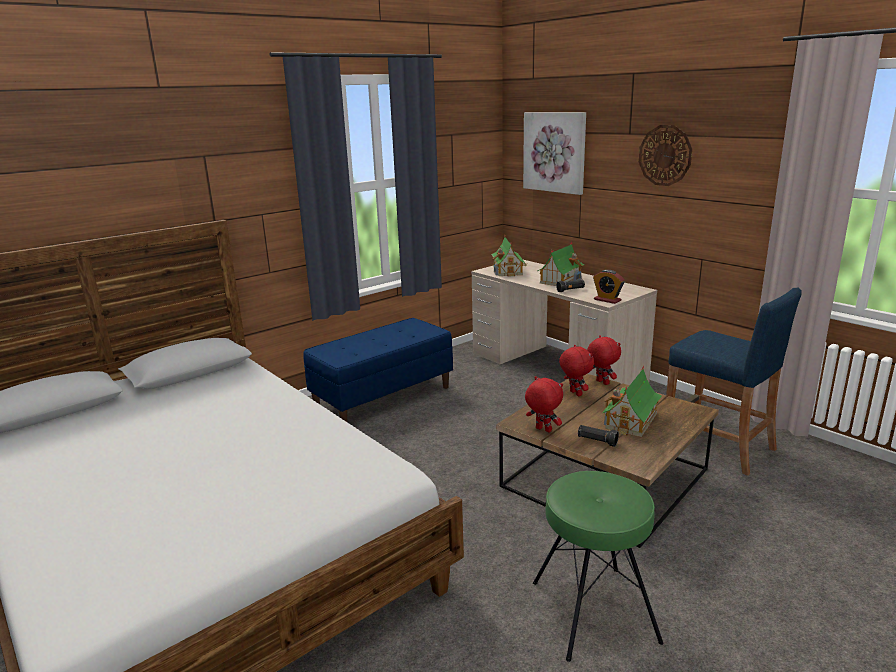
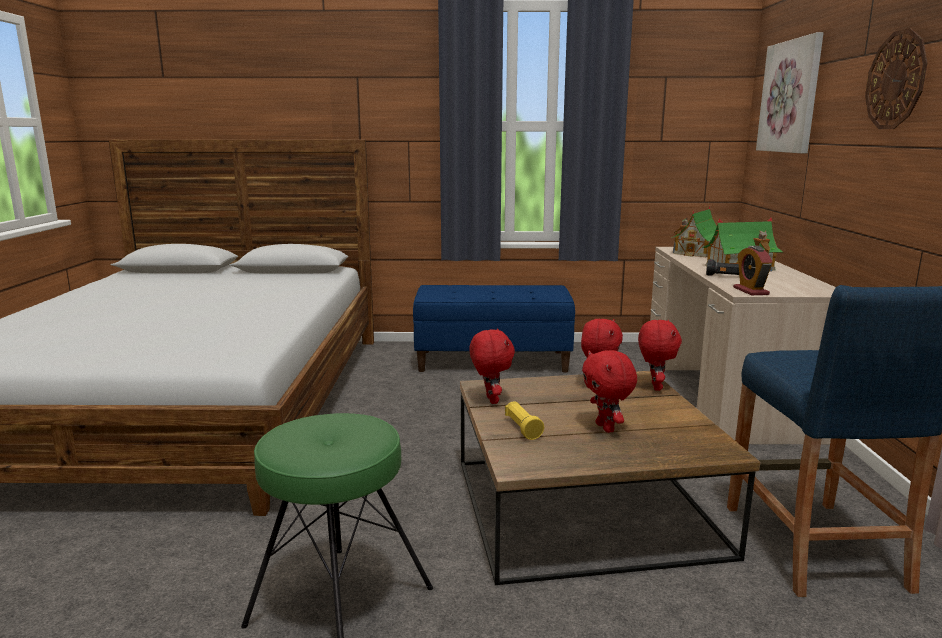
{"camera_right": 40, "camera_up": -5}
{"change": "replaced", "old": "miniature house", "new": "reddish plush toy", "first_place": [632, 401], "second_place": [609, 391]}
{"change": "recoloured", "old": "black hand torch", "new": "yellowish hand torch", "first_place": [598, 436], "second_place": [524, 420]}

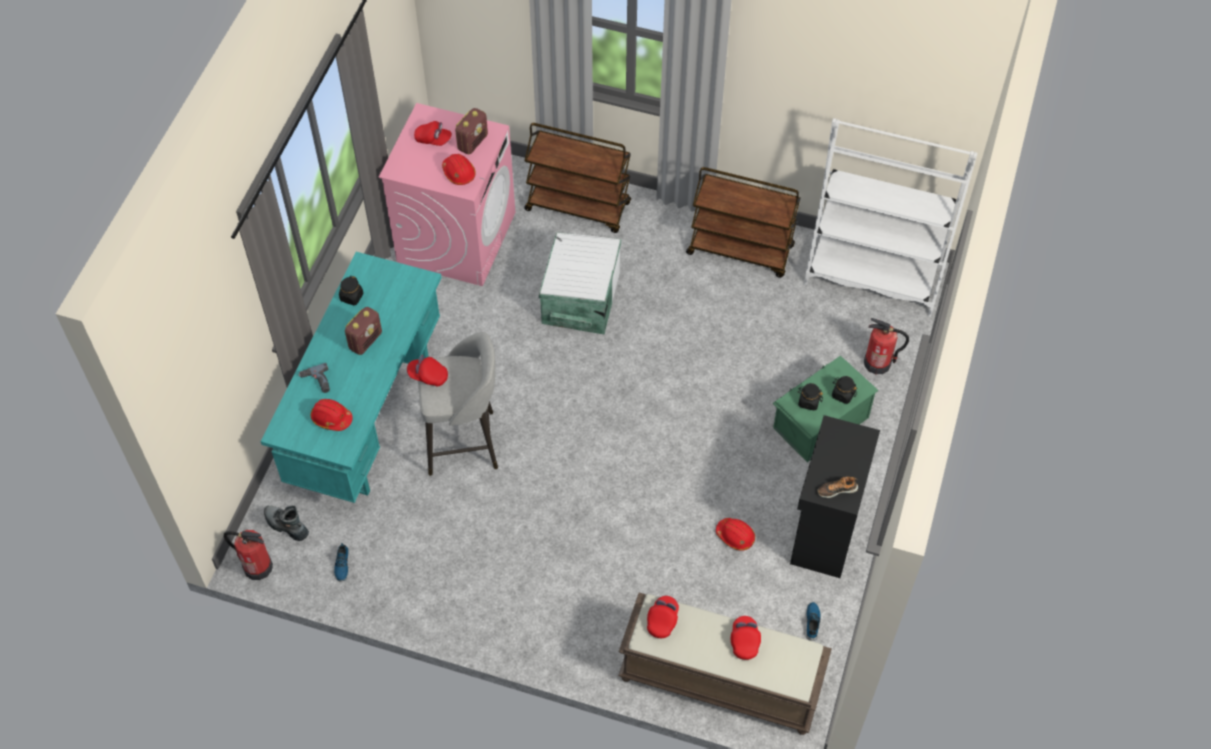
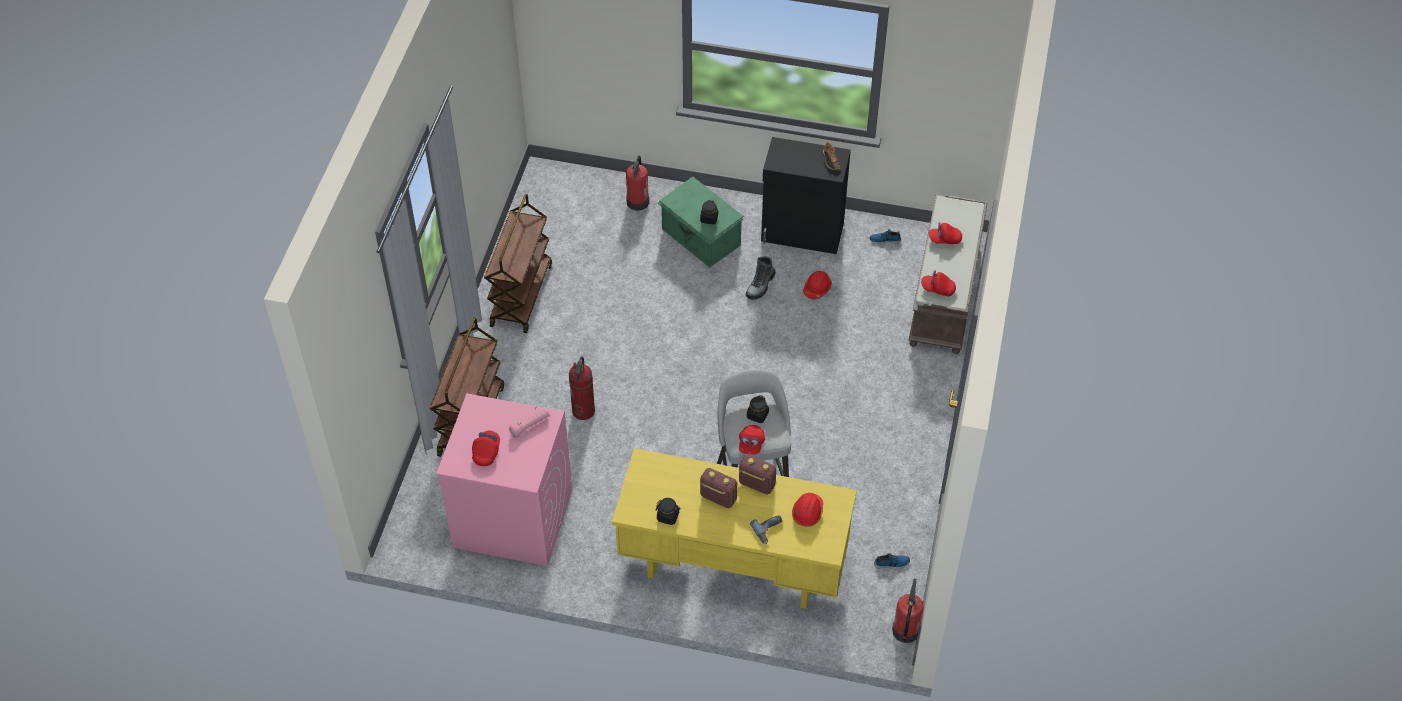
{"camera_right": -95, "camera_up": -5}
{"change": "removed", "old": "white-coloured bookshelf", "first_place": [891, 217]}
{"change": "moved", "old": "high-top boot", "first_place": [286, 523], "second_place": [760, 278]}
{"change": "moved", "old": "radio set", "first_place": [471, 131], "second_place": [757, 475]}
{"change": "moved", "old": "black preserve jar", "first_place": [844, 390], "second_place": [758, 409]}
{"change": "replaced", "old": "reddish work helmet", "new": "pink hand torch", "first_place": [458, 169], "second_place": [529, 423]}
{"change": "replaced", "old": "white-coloured storage box", "new": "extinguisher", "first_place": [580, 283], "second_place": [582, 388]}
{"change": "recoloured", "old": "turquoise desk unit", "new": "yellowish desk unit", "first_place": [351, 377], "second_place": [734, 528]}

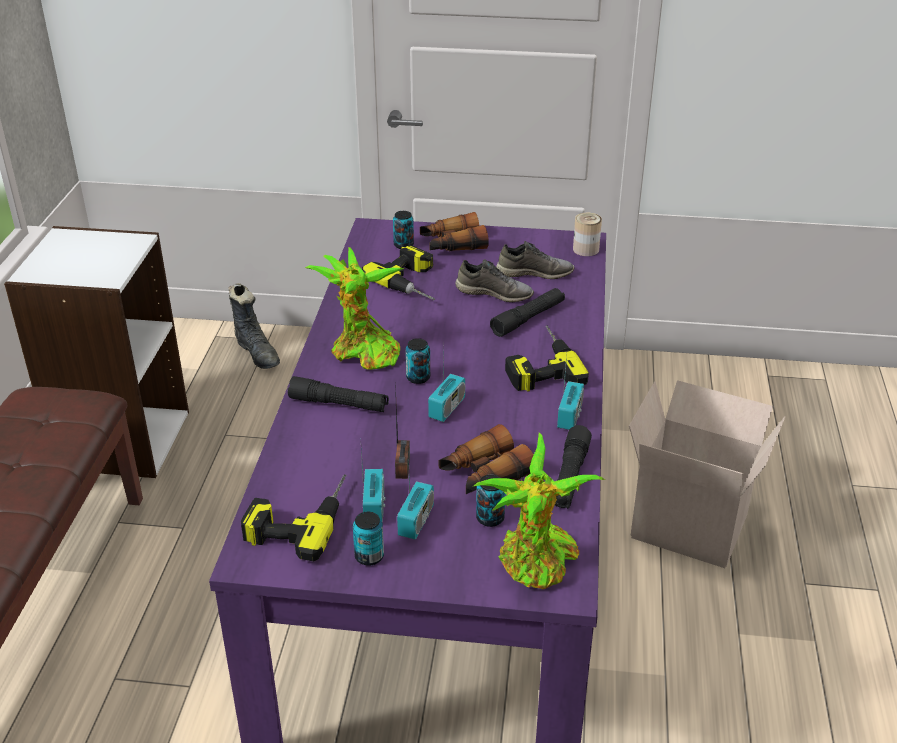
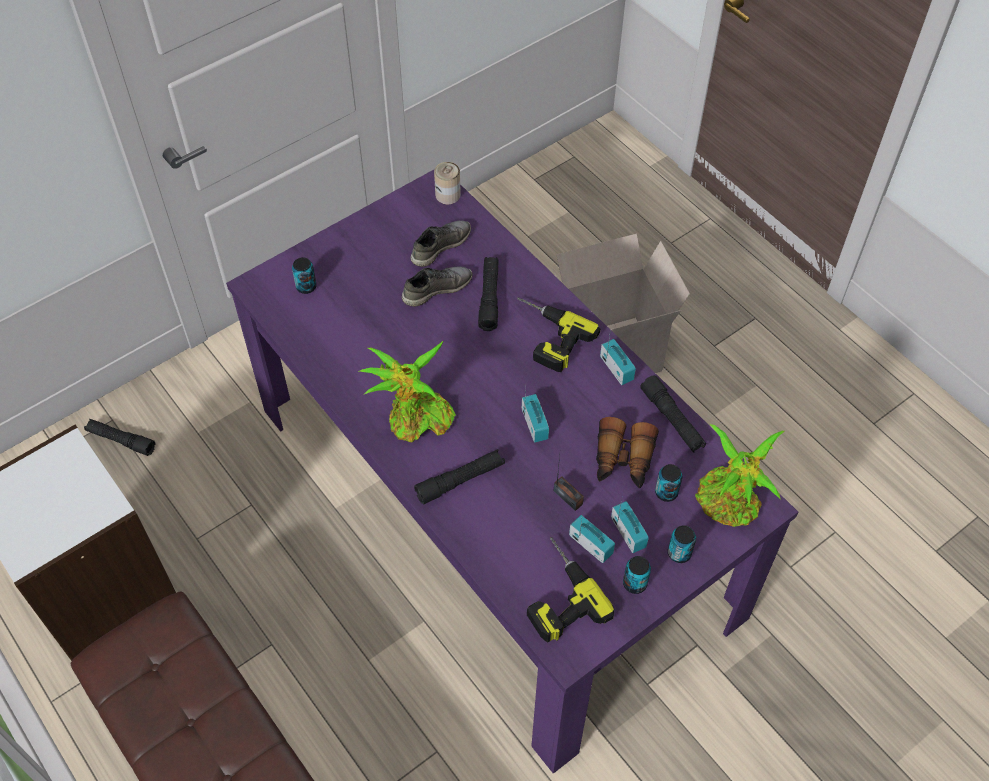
{"camera_right": -45, "camera_up": 20}
{"change": "removed", "old": "power drill", "first_place": [398, 272]}
{"change": "removed", "old": "binoculars", "first_place": [454, 231]}
{"change": "moved", "old": "can", "first_place": [417, 361], "second_place": [682, 544]}
{"change": "replaced", "old": "black high-top boot", "new": "black hand torch", "first_place": [254, 326], "second_place": [119, 437]}

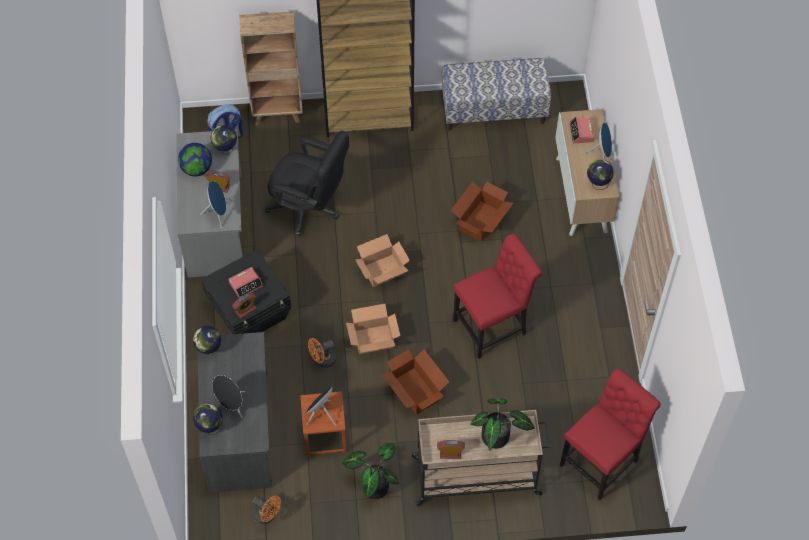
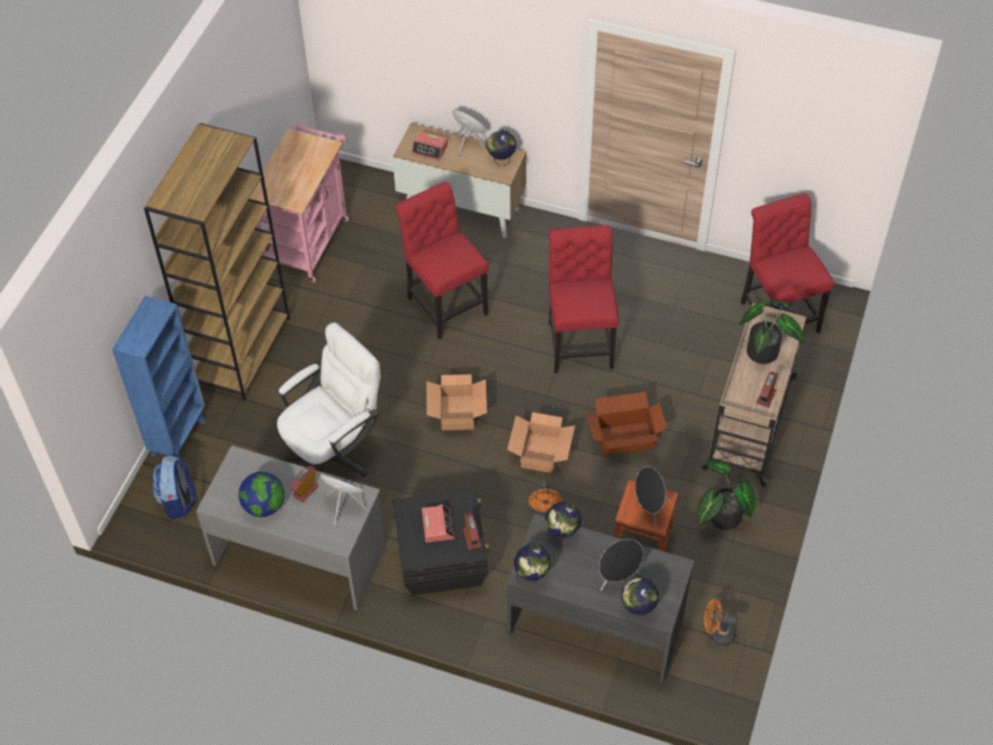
{"camera_right": -65, "camera_up": -5}
{"change": "moved", "old": "desk globe", "first_place": [224, 140], "second_place": [563, 521]}
{"change": "replaced", "old": "long seat", "new": "pink trolley", "first_place": [496, 94], "second_place": [299, 202]}
{"change": "replaced", "old": "packing box", "new": "reddish plain chair", "first_place": [482, 211], "second_place": [442, 260]}
{"change": "recoloured", "old": "brownish bookshelf", "new": "bluish bookshelf", "first_place": [271, 68], "second_place": [159, 377]}
{"change": "recoloured", "old": "black computer chair", "new": "white-coloured computer chair", "first_place": [307, 183], "second_place": [328, 400]}
{"change": "turned", "old": "orange cooling fan", "first_place": [267, 510], "second_place": [721, 622], "degrees": -135}

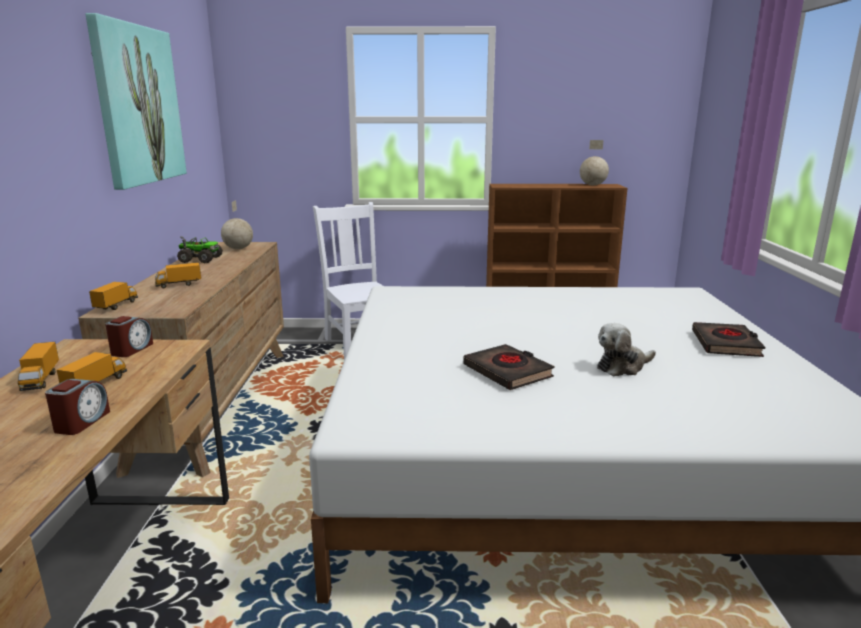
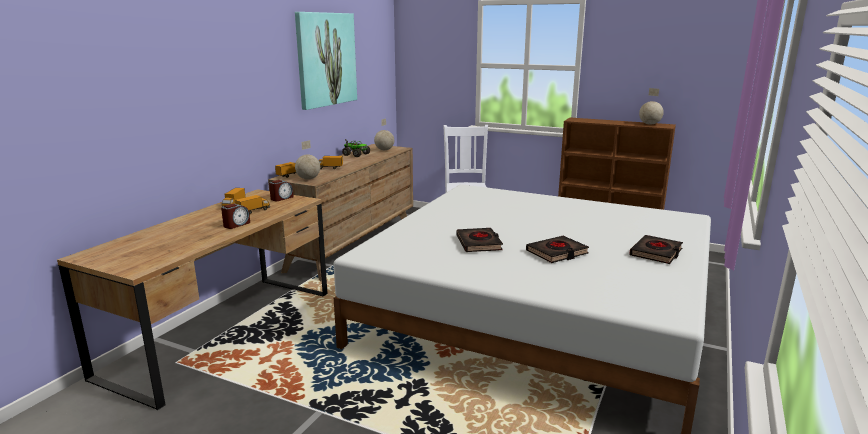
{"camera_right": 25, "camera_up": 0}
{"change": "added", "new": "desk globe", "second_place": [307, 160]}
{"change": "replaced", "old": "plush toy", "new": "black volume", "first_place": [626, 349], "second_place": [557, 249]}

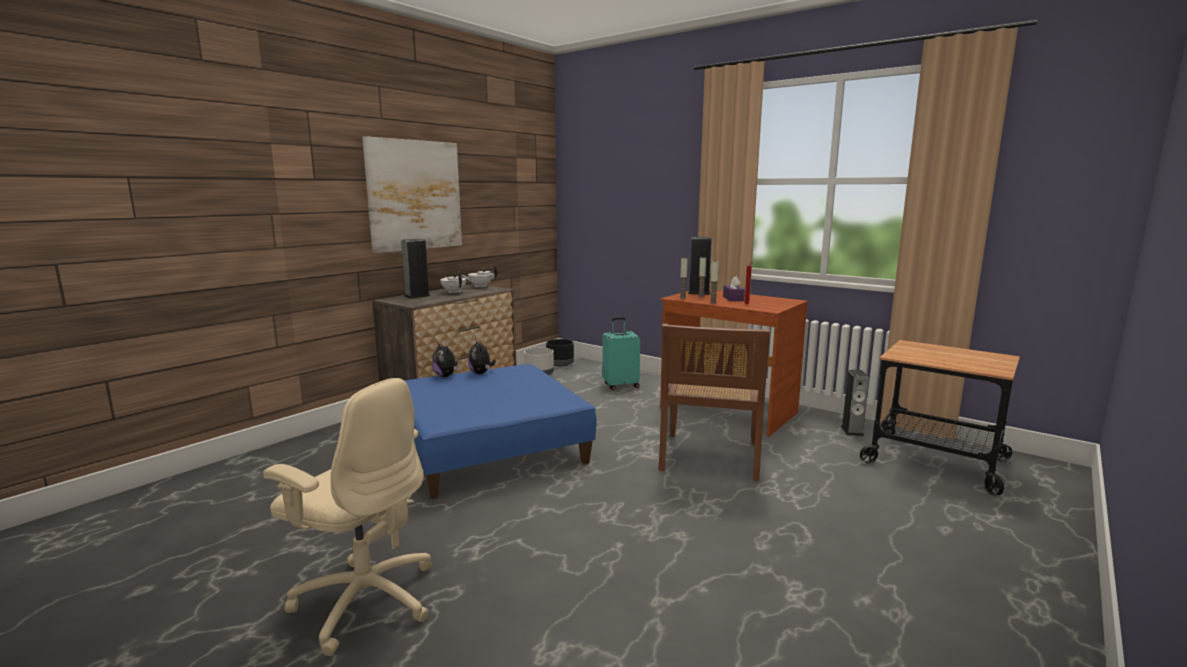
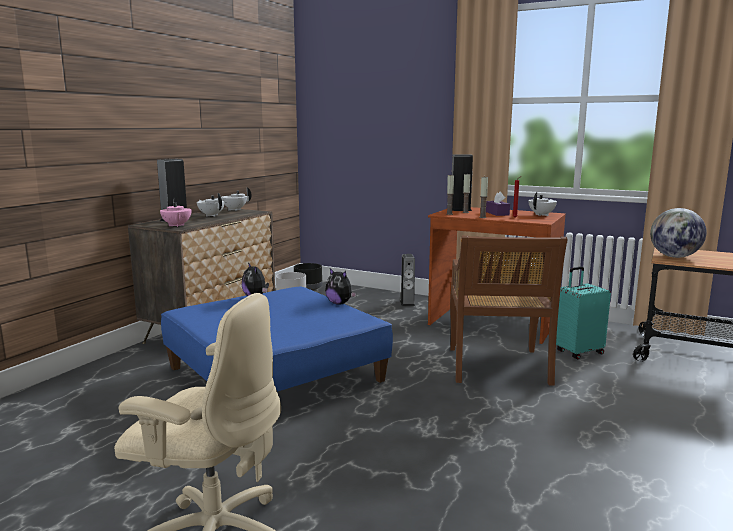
{"camera_right": -10, "camera_up": 0}
{"change": "removed", "old": "wall picture", "first_place": [412, 194]}
{"change": "added", "new": "pink teapot", "second_place": [176, 212]}
{"change": "added", "new": "white-coloured teapot", "second_place": [542, 204]}
{"change": "added", "new": "desk globe", "second_place": [678, 233]}
{"change": "moved", "old": "plush toy", "first_place": [445, 359], "second_place": [341, 286]}
{"change": "moved", "old": "turquoise piece of luggage", "first_place": [621, 353], "second_place": [583, 313]}
{"change": "moved", "old": "loudspeaker", "first_place": [855, 402], "second_place": [407, 280]}

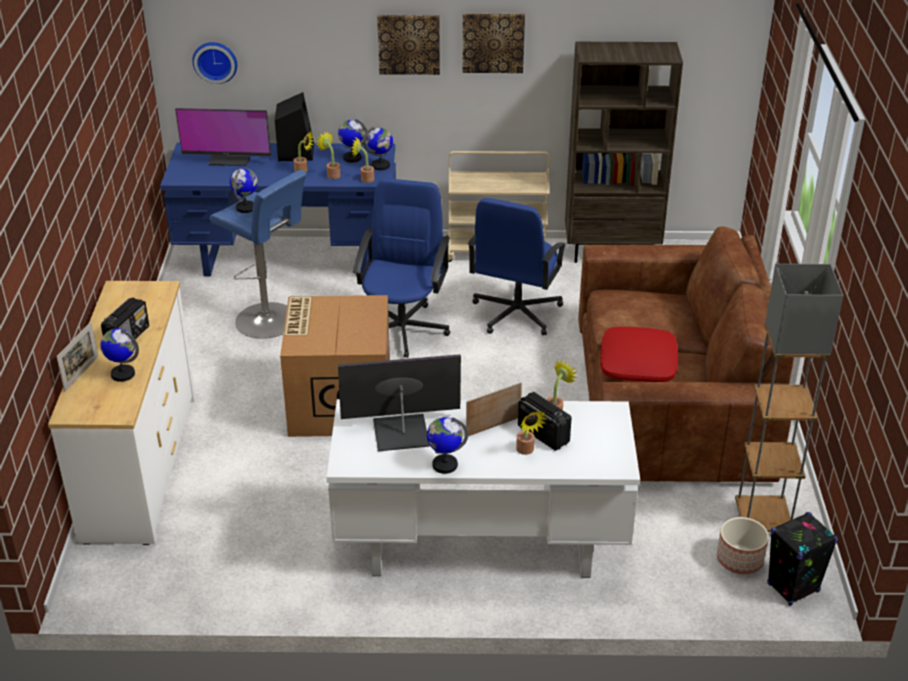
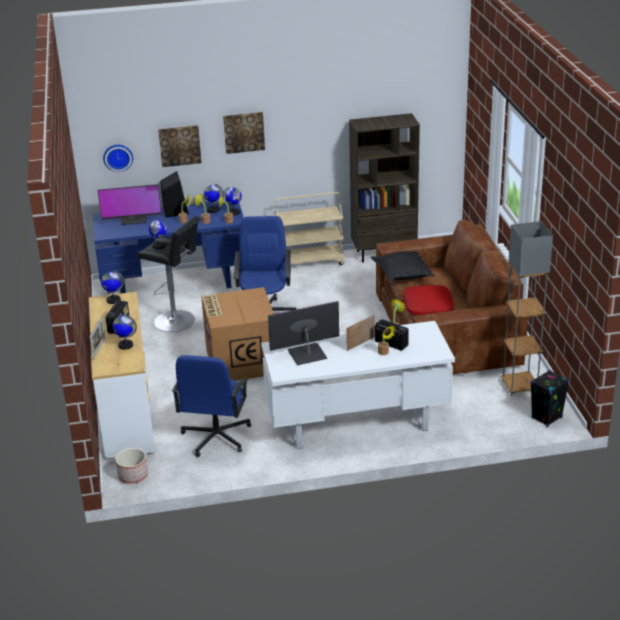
{"camera_right": -10, "camera_up": -5}
{"change": "added", "new": "black throw pillow", "second_place": [403, 266]}
{"change": "moved", "old": "desk globe", "first_place": [447, 445], "second_place": [112, 287]}
{"change": "moved", "old": "wall picture", "first_place": [494, 43], "second_place": [180, 146]}
{"change": "moved", "old": "bluish computer chair", "first_place": [517, 266], "second_place": [211, 406]}
{"change": "moved", "old": "planter", "first_place": [743, 545], "second_place": [131, 466]}
{"change": "recoloured", "old": "bluish stool seat", "new": "black stool seat", "first_place": [258, 254], "second_place": [168, 274]}

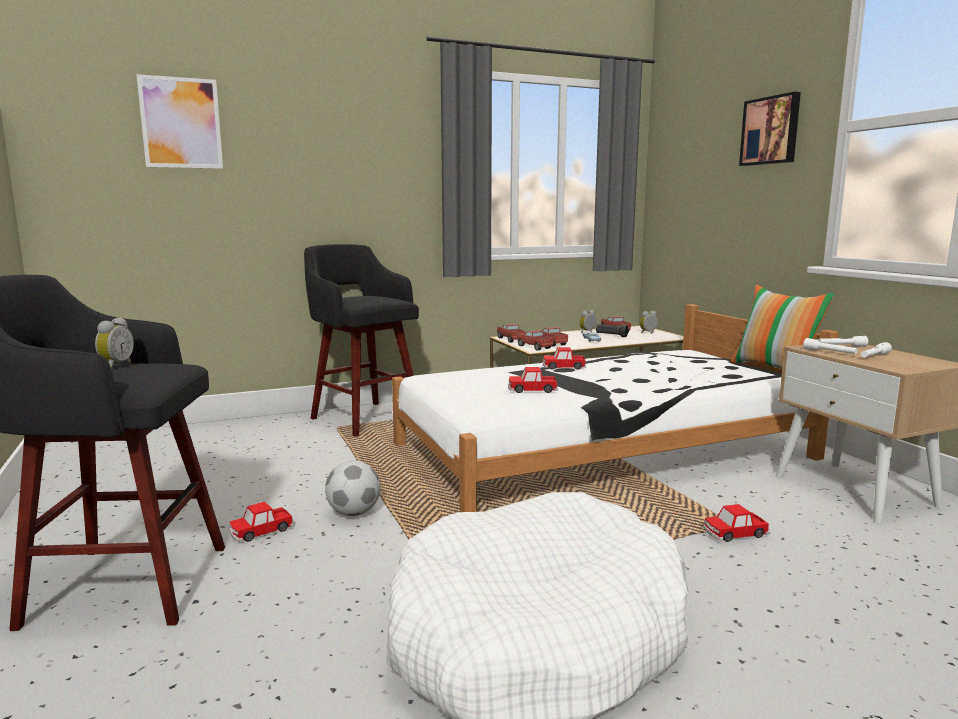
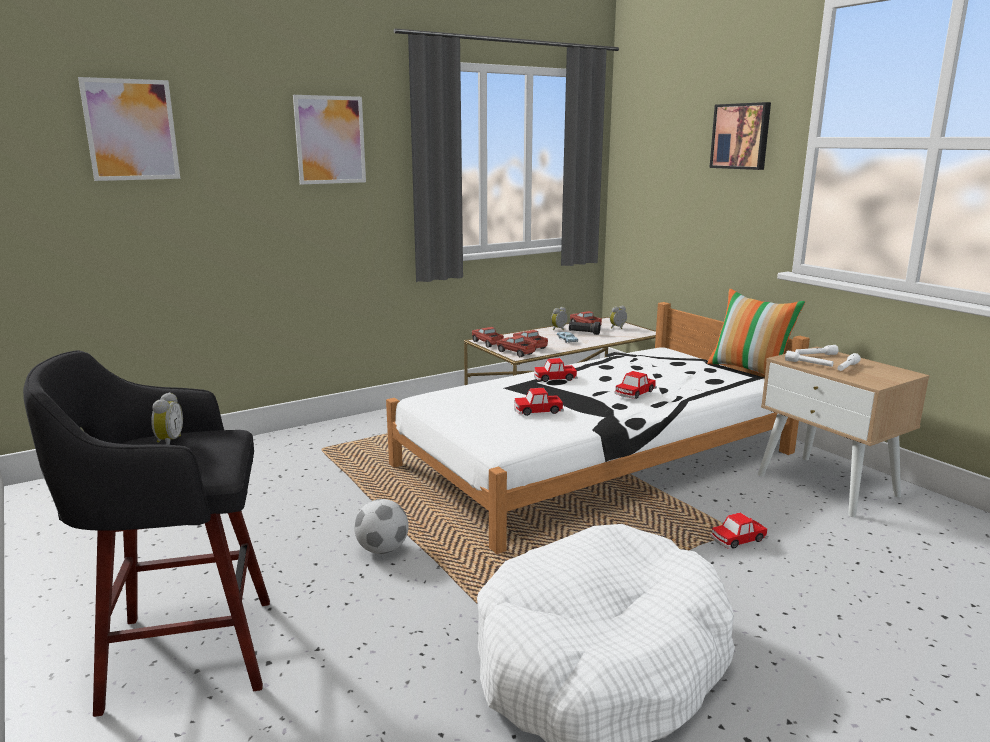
{"camera_right": -10, "camera_up": 5}
{"change": "removed", "old": "black stool seat", "first_place": [361, 340]}
{"change": "added", "new": "wall picture", "second_place": [329, 139]}
{"change": "moved", "old": "model car", "first_place": [261, 522], "second_place": [635, 385]}

